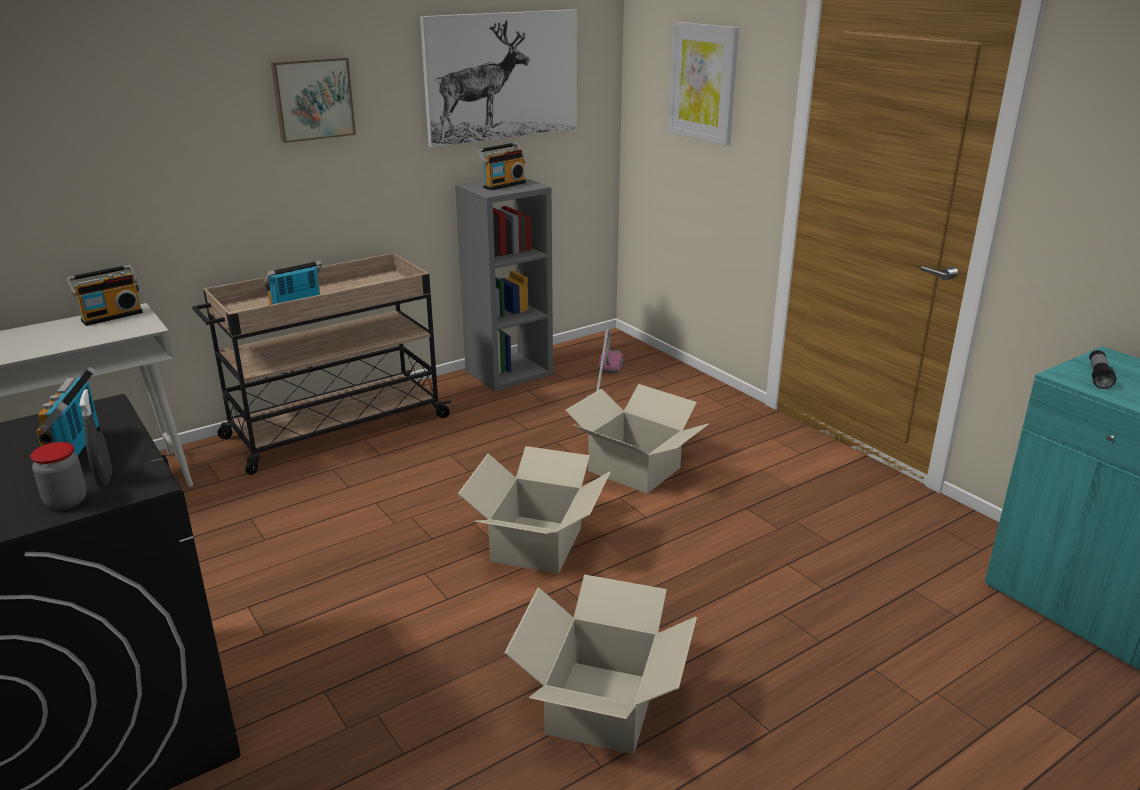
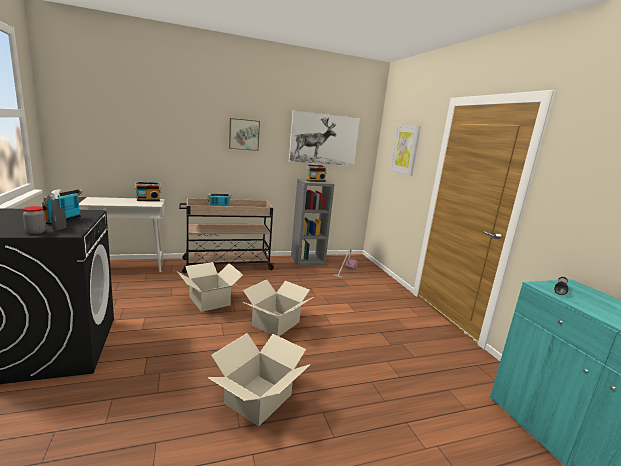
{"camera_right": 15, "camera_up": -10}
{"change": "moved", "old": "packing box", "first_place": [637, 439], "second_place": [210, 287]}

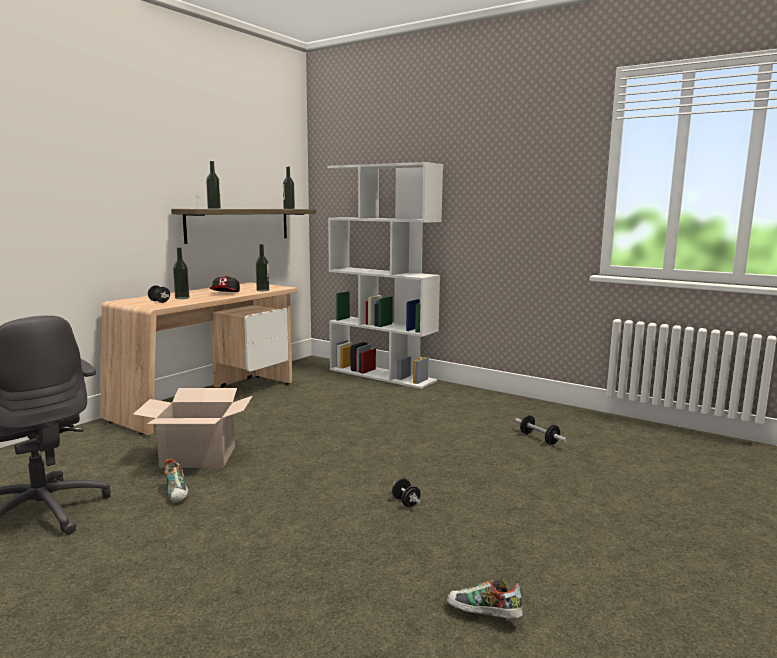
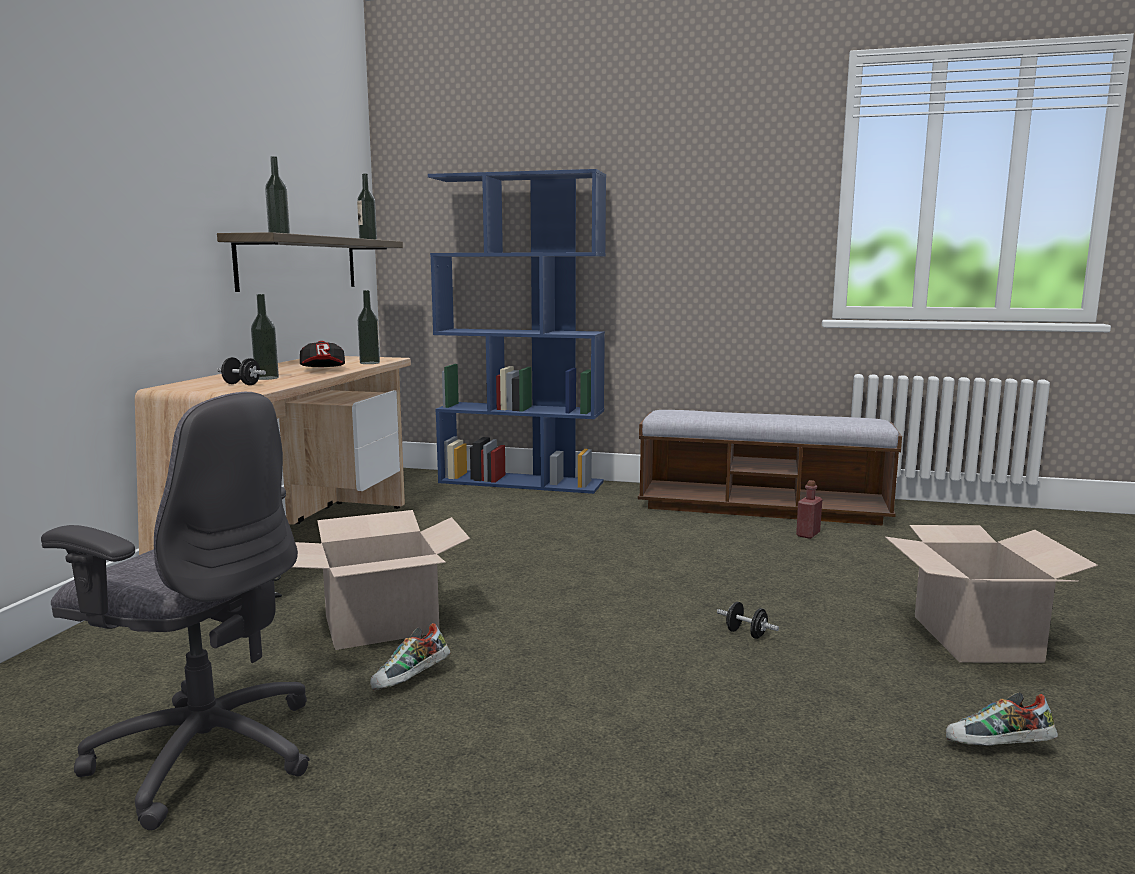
{"camera_right": -20, "camera_up": 0}
{"change": "added", "new": "long seat", "second_place": [770, 467]}
{"change": "added", "new": "packing box", "second_place": [991, 594]}
{"change": "replaced", "old": "hand weight", "new": "reddish beverage bottle", "first_place": [541, 430], "second_place": [809, 509]}
{"change": "recoloured", "old": "white-coloured bookshelf", "new": "bluish bookshelf", "first_place": [385, 275], "second_place": [517, 331]}
{"change": "turned", "old": "low shoe", "first_place": [176, 480], "second_place": [410, 656], "degrees": 90}

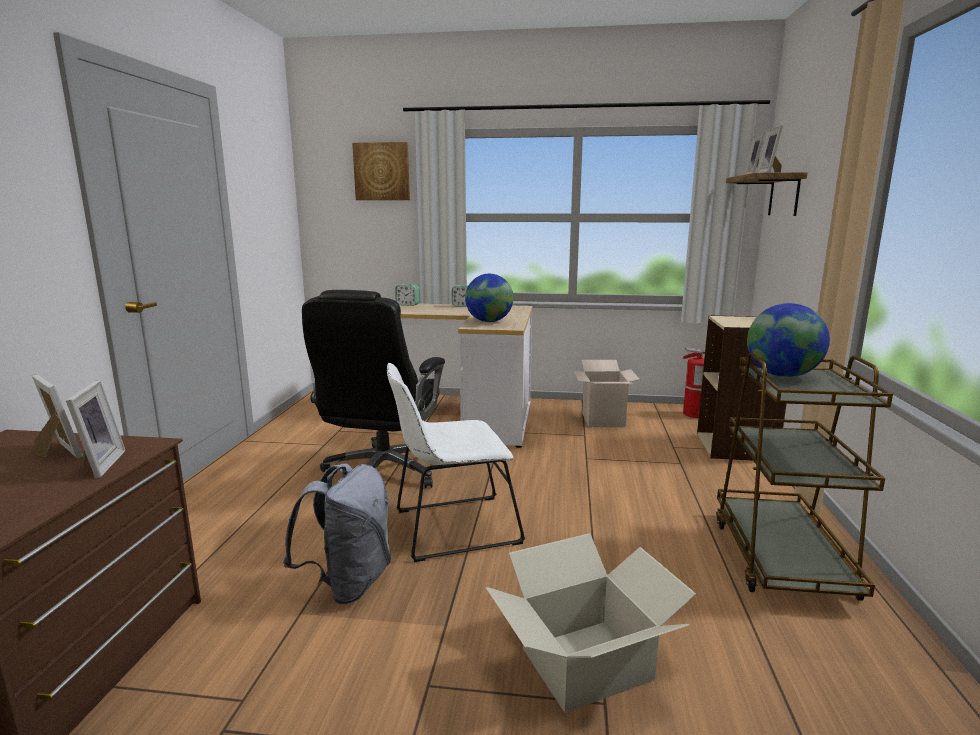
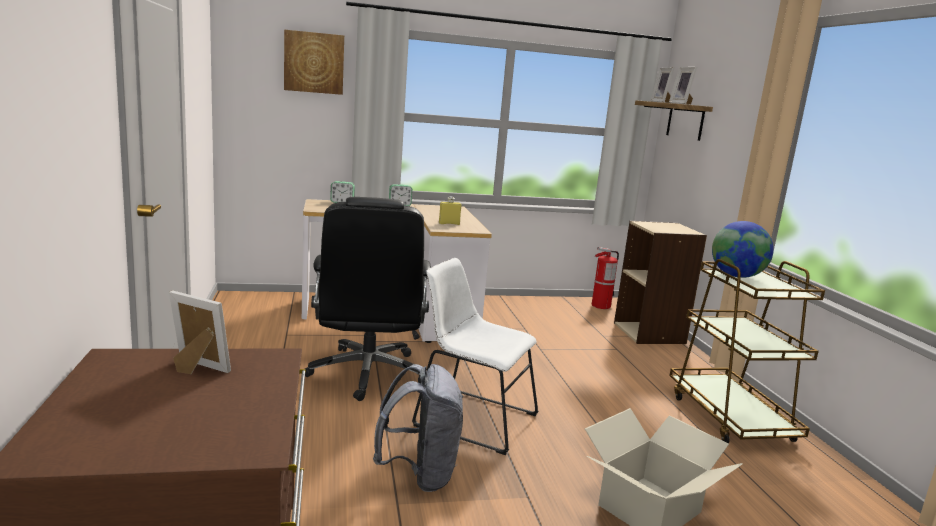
{"camera_right": -20, "camera_up": 0}
{"change": "removed", "old": "standing frame", "first_place": [96, 429]}
{"change": "removed", "old": "packing box", "first_place": [606, 393]}
{"change": "replaced", "old": "desk globe", "new": "yellowish beverage bottle", "first_place": [489, 298], "second_place": [450, 211]}
{"change": "turned", "old": "white-coloured plain chair", "first_place": [456, 462], "second_place": [475, 356], "degrees": 60}

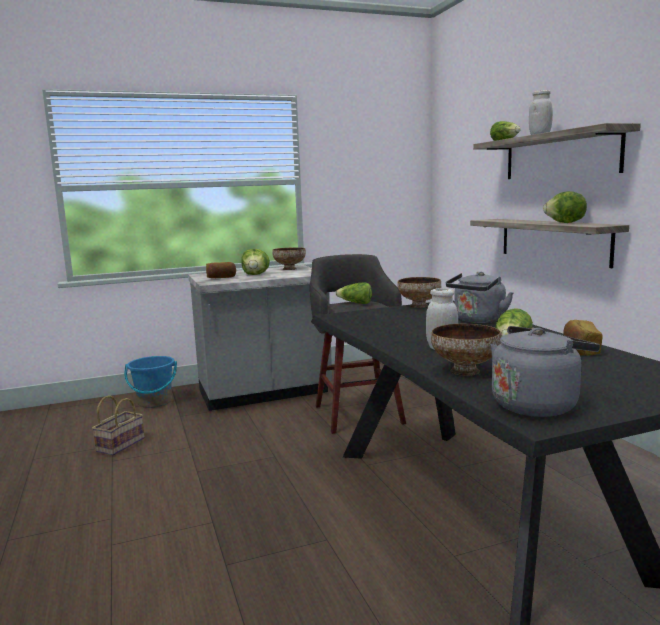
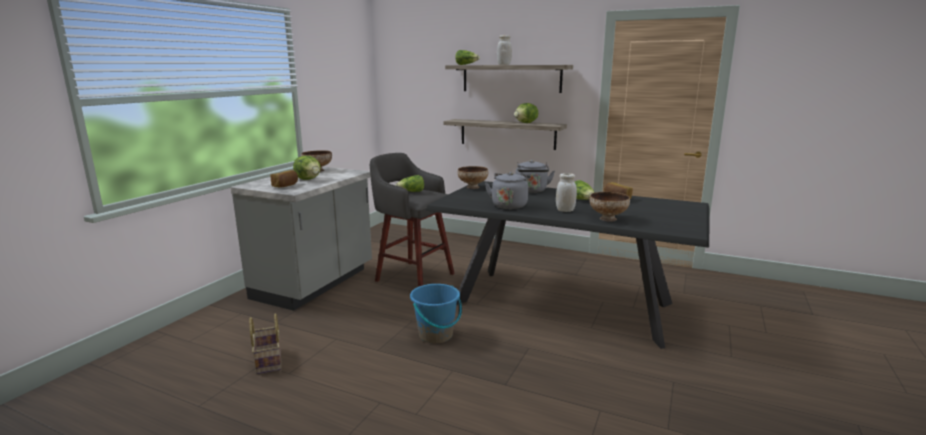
{"camera_right": -45, "camera_up": 5}
{"change": "moved", "old": "bluish water bucket", "first_place": [150, 382], "second_place": [436, 314]}
{"change": "moved", "old": "greyish tea kettle", "first_place": [545, 371], "second_place": [508, 190]}

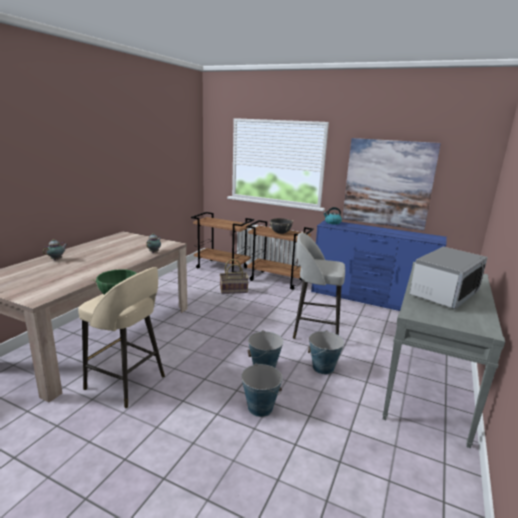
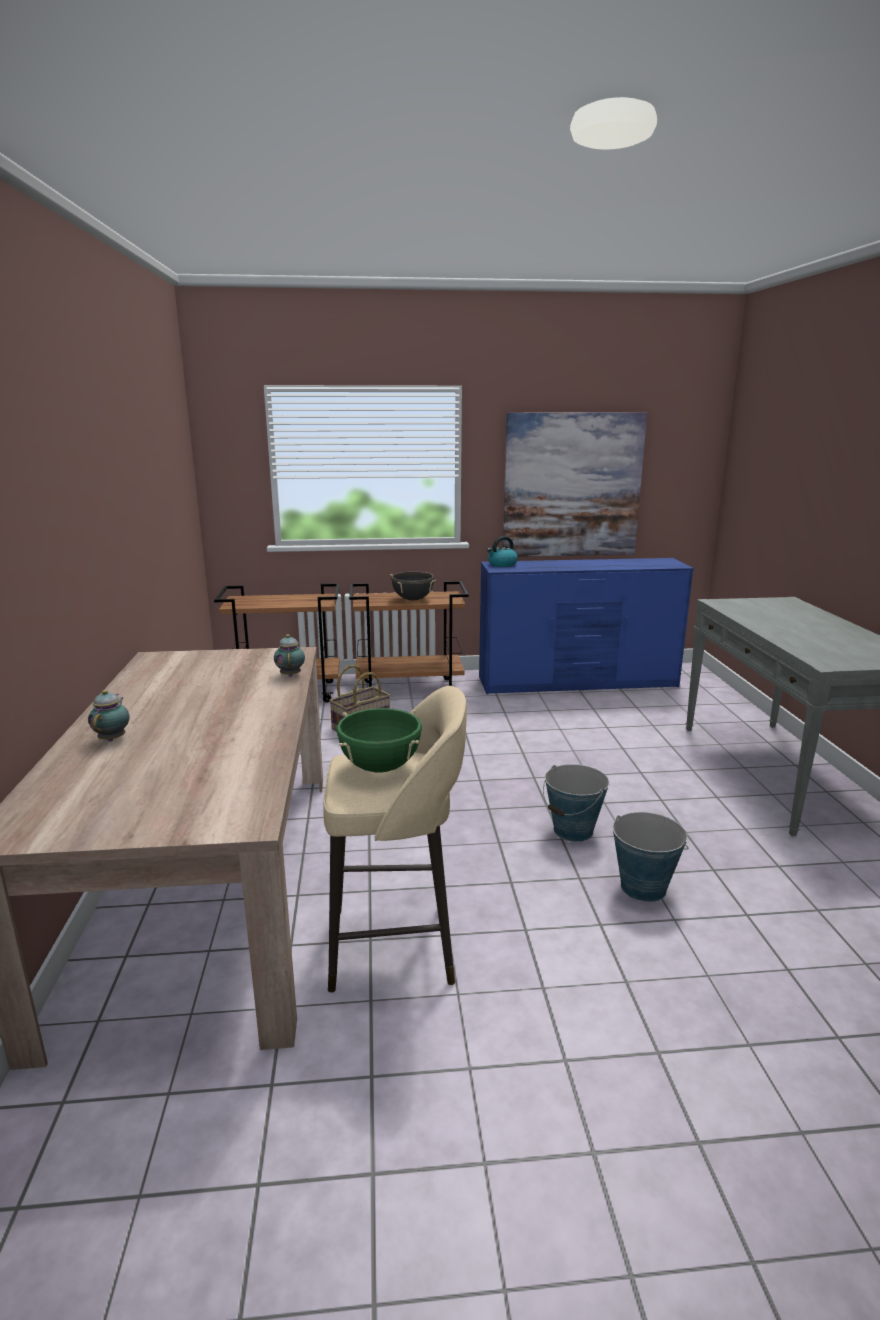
{"camera_right": -30, "camera_up": 0}
{"change": "removed", "old": "greyish stool seat", "first_place": [319, 286]}
{"change": "removed", "old": "water bucket", "first_place": [326, 352]}
{"change": "removed", "old": "kitchen microwave", "first_place": [449, 278]}

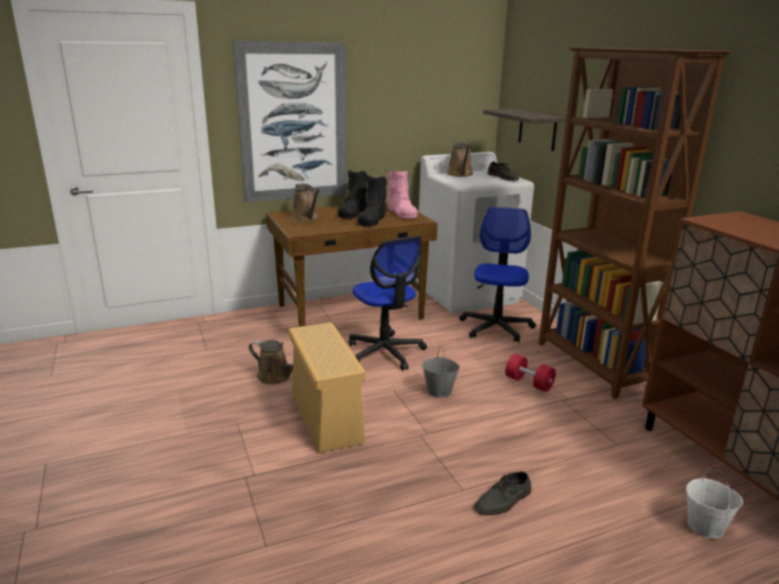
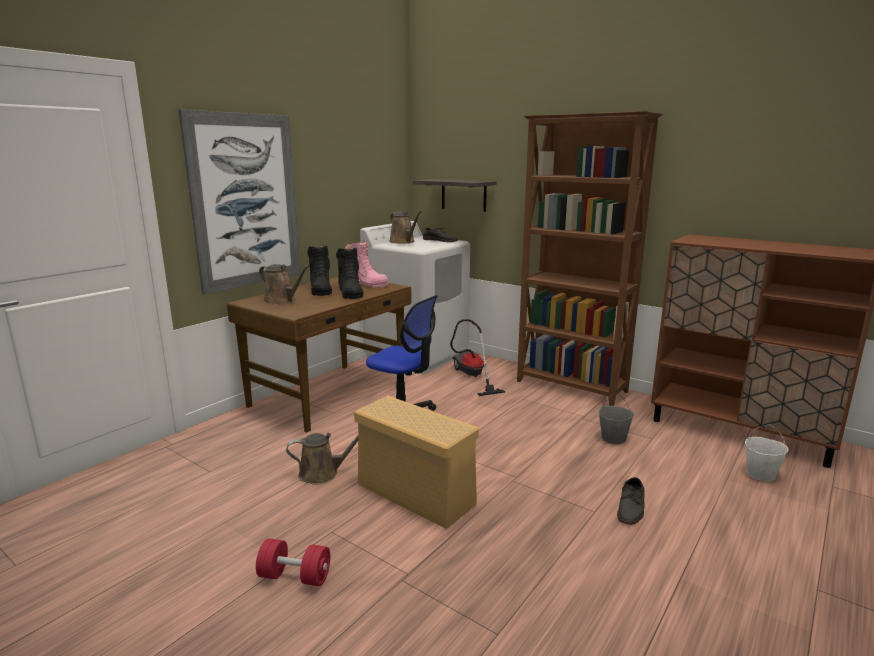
{"camera_right": -30, "camera_up": -5}
{"change": "moved", "old": "greyish water bucket", "first_place": [441, 372], "second_place": [616, 419]}
{"change": "moved", "old": "reddish hand weight", "first_place": [530, 373], "second_place": [293, 562]}
{"change": "replaced", "old": "computer chair", "new": "vacuum cleaner", "first_place": [497, 275], "second_place": [477, 357]}

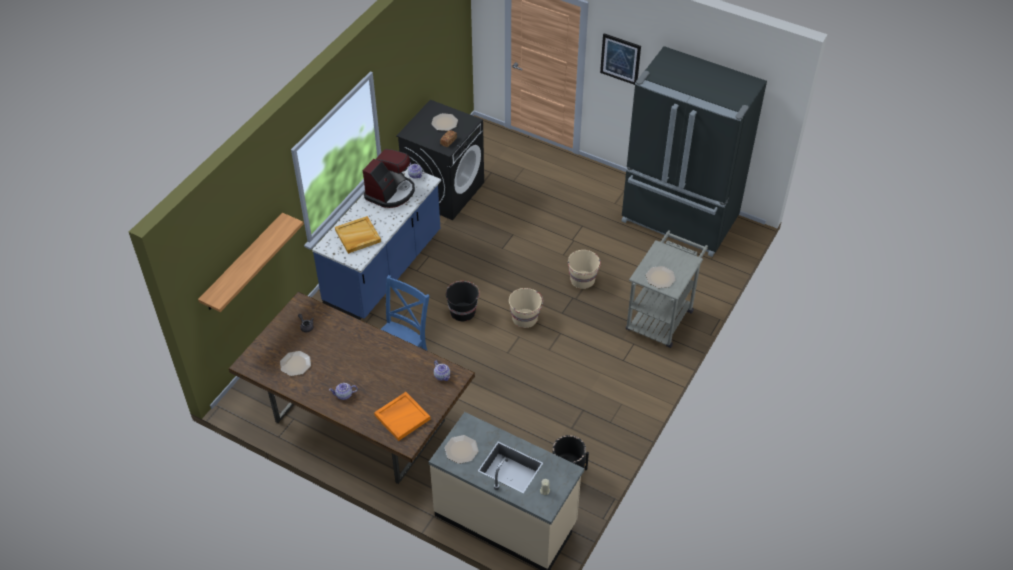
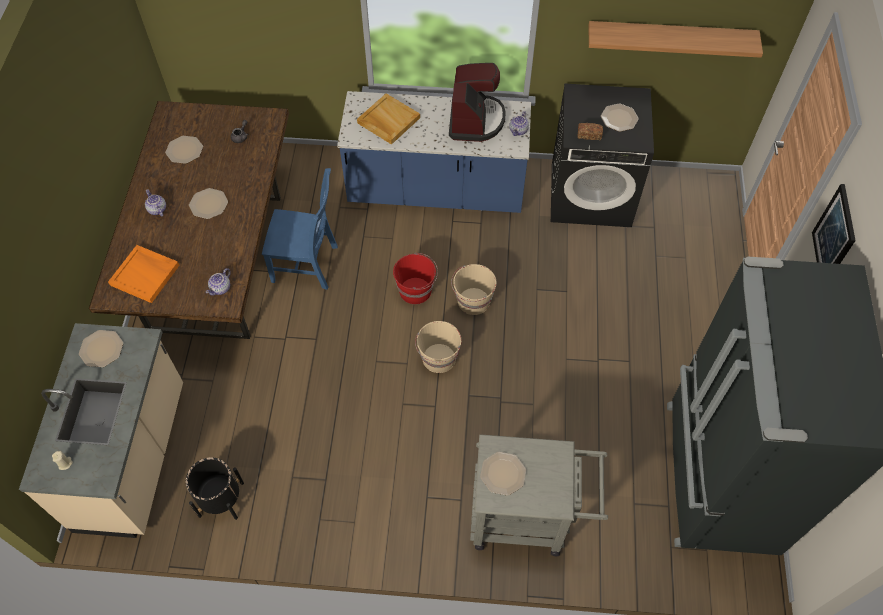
{"camera_right": 65, "camera_up": 10}
{"change": "added", "new": "plate", "second_place": [208, 203]}
{"change": "moved", "old": "bracket shelf", "first_place": [251, 262], "second_place": [676, 39]}
{"change": "moved", "old": "beige-coloured water bucket", "first_place": [584, 269], "second_place": [473, 289]}
{"change": "recoloured", "old": "black water bucket", "new": "reddish water bucket", "first_place": [463, 301], "second_place": [415, 278]}
{"change": "turned", "old": "coffee brewer", "first_place": [389, 178], "second_place": [477, 102], "degrees": -90}

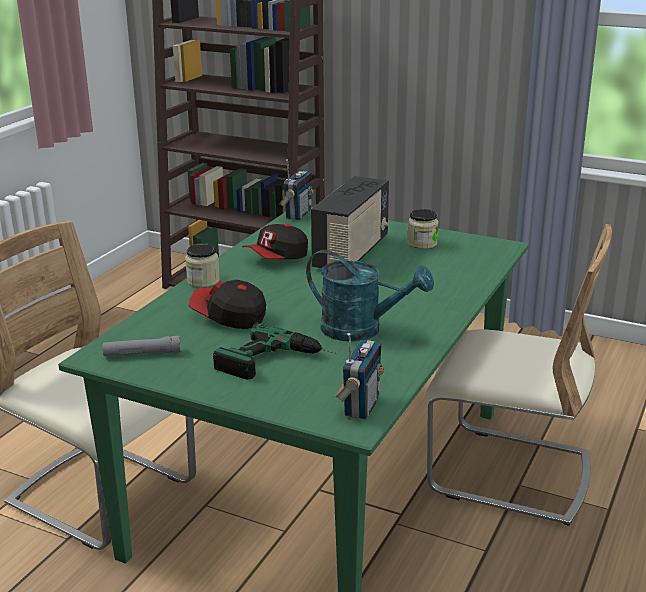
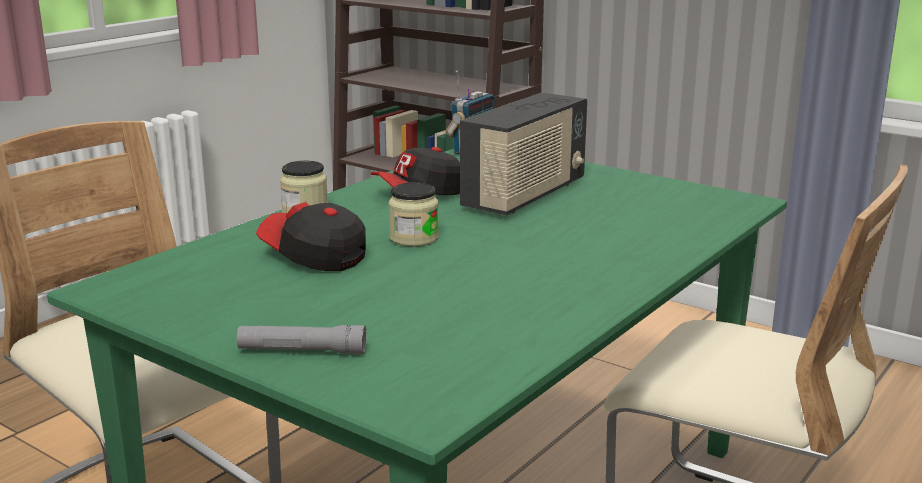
{"camera_right": 10, "camera_up": -5}
{"change": "removed", "old": "power drill", "first_place": [275, 351]}
{"change": "removed", "old": "turquoise sprinkling can", "first_place": [370, 295]}
{"change": "removed", "old": "radio set", "first_place": [359, 376]}
{"change": "moved", "old": "greyish hand torch", "first_place": [142, 346], "second_place": [301, 339]}
{"change": "moved", "old": "preserve jar", "first_place": [423, 229], "second_place": [414, 214]}

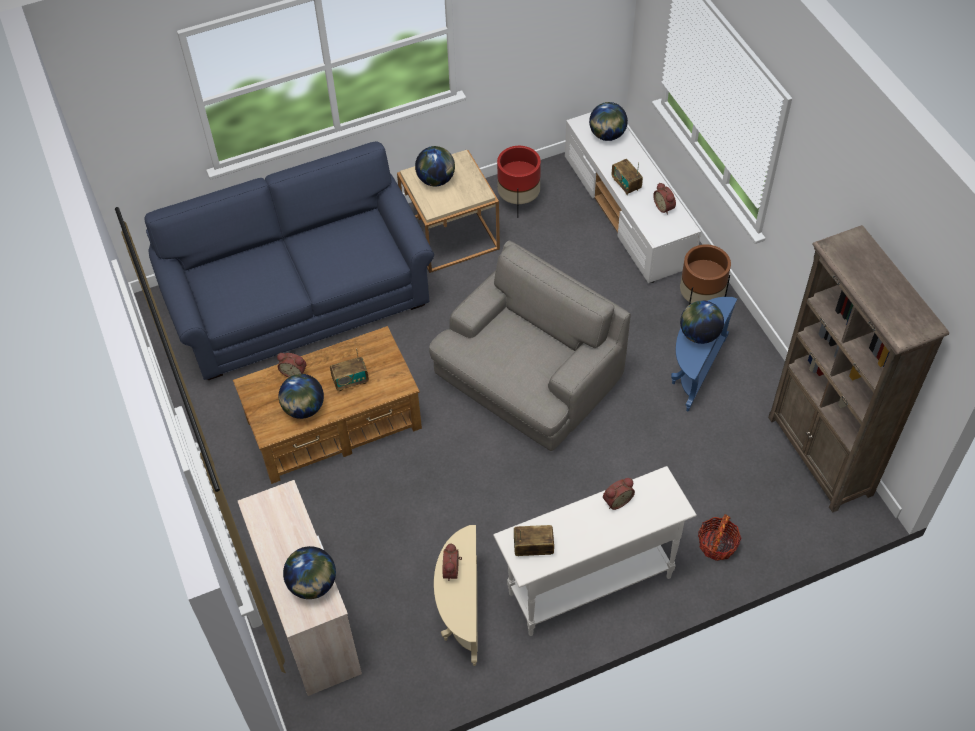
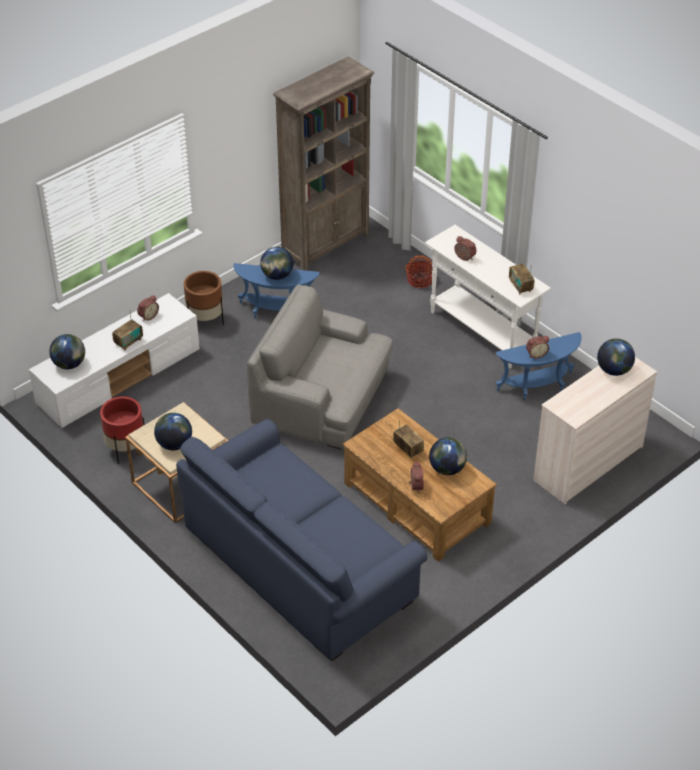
{"camera_right": -110, "camera_up": -10}
{"change": "recoloured", "old": "beige-coloured accent table", "new": "bluish accent table", "first_place": [455, 595], "second_place": [538, 366]}

